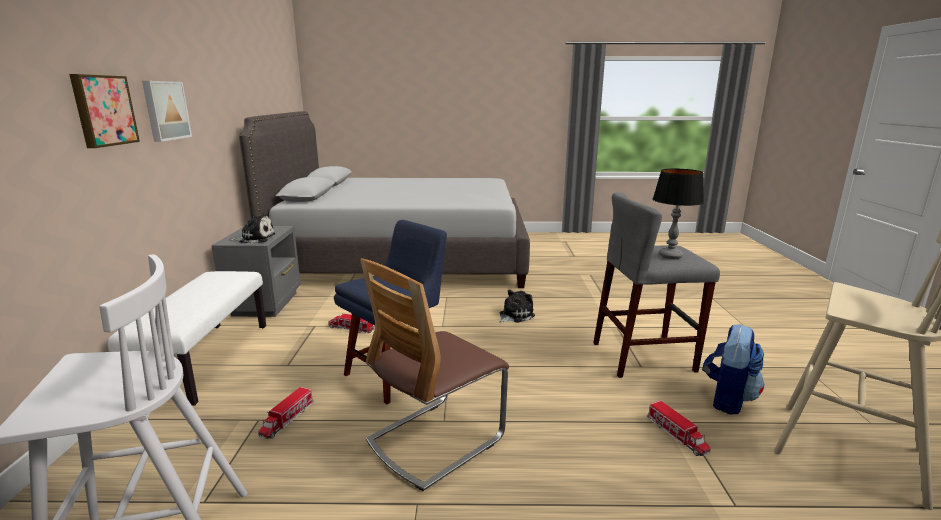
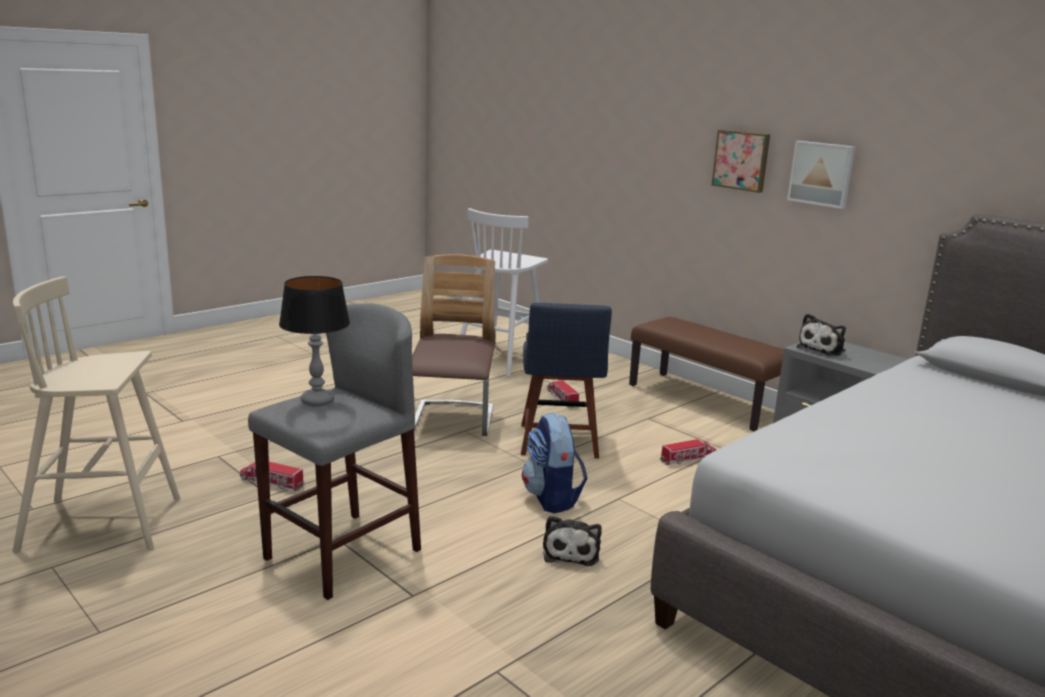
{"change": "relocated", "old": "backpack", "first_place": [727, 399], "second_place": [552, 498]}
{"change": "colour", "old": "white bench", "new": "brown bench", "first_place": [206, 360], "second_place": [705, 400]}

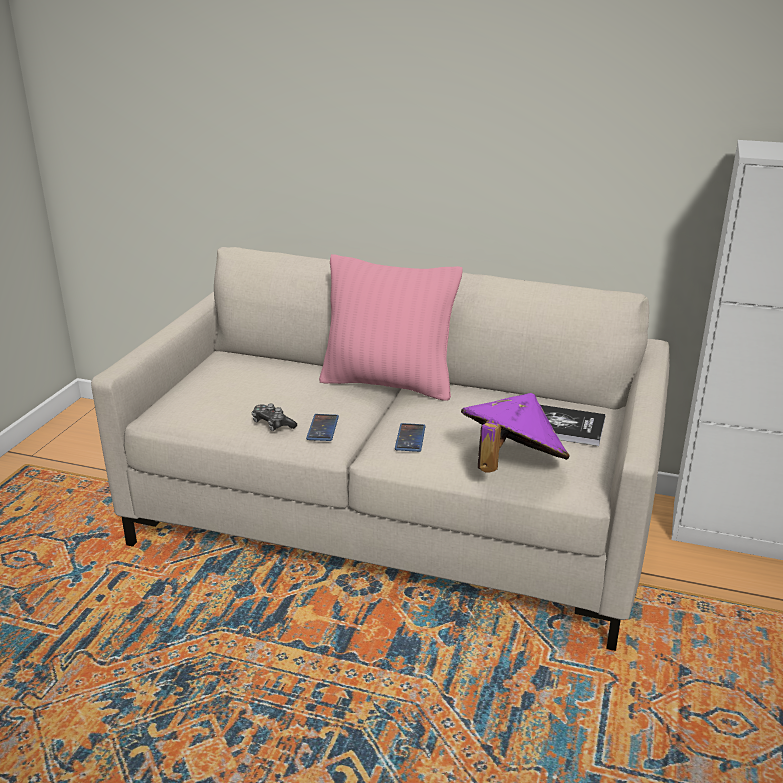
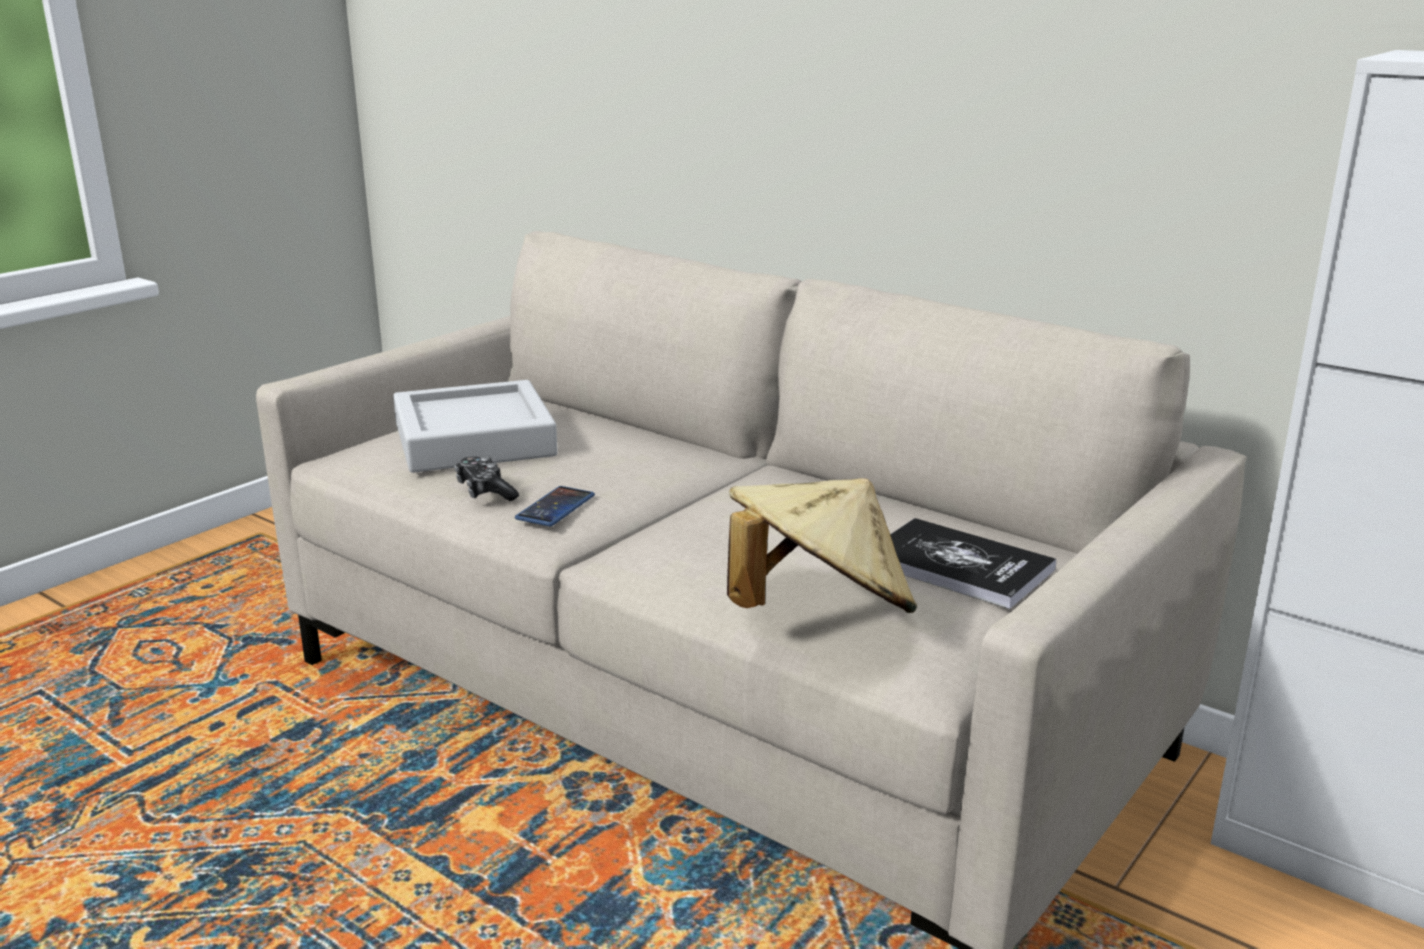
{"change": "missing", "old": "pink pillow", "first_place": [388, 384]}
{"change": "missing", "old": "phone", "first_place": [410, 438]}
{"change": "appeared", "new": "grey tray", "second_place": [474, 440]}
{"change": "colour", "old": "purple hat", "new": "beige hat", "first_place": [511, 465], "second_place": [818, 611]}

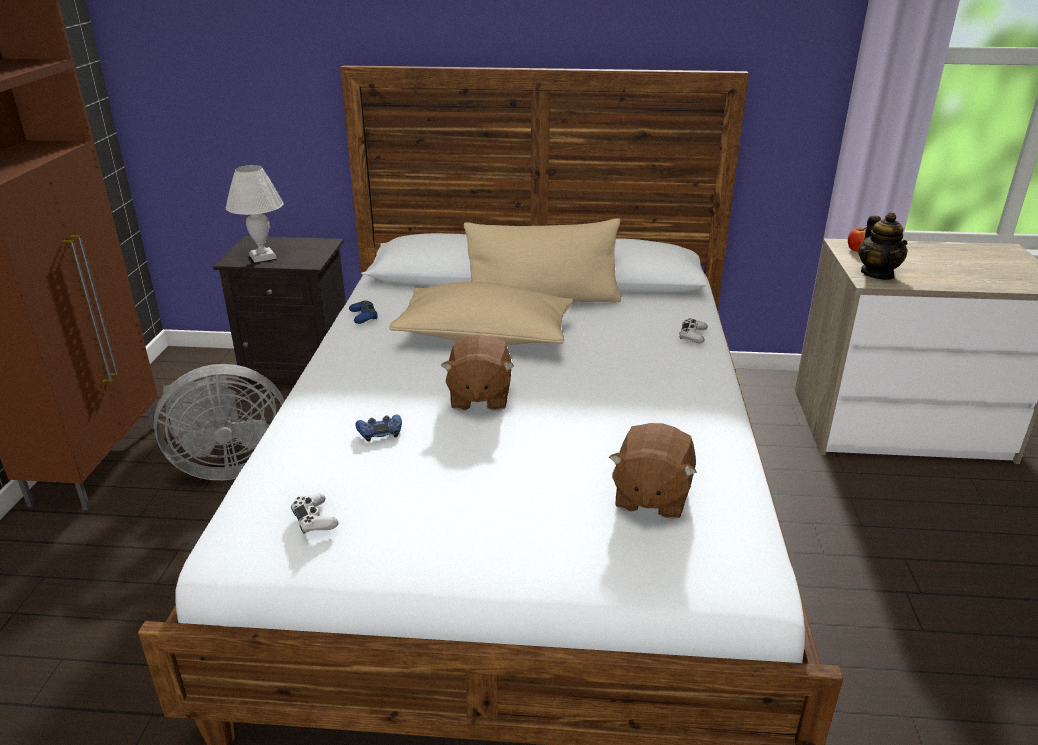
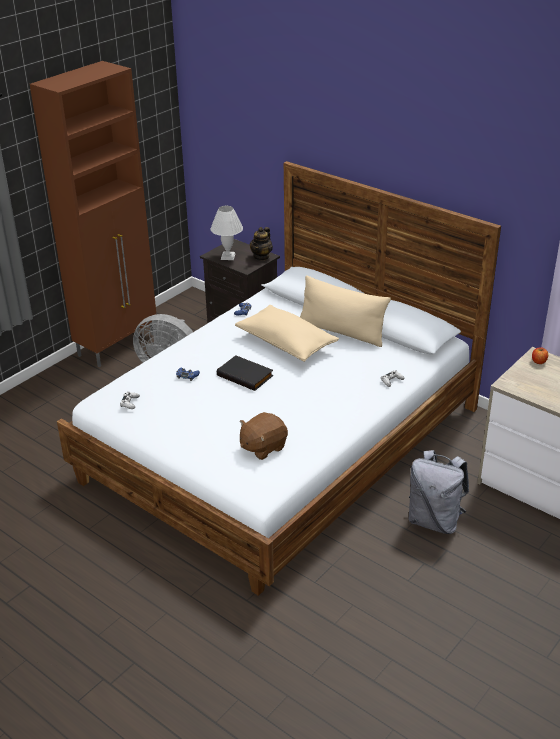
{"change": "appeared", "new": "grey backpack", "second_place": [434, 521]}
{"change": "relocated", "old": "teapot", "first_place": [877, 274], "second_place": [261, 256]}
{"change": "exchanged", "old": "brown plush toy", "new": "black book", "first_place": [479, 397], "second_place": [246, 375]}

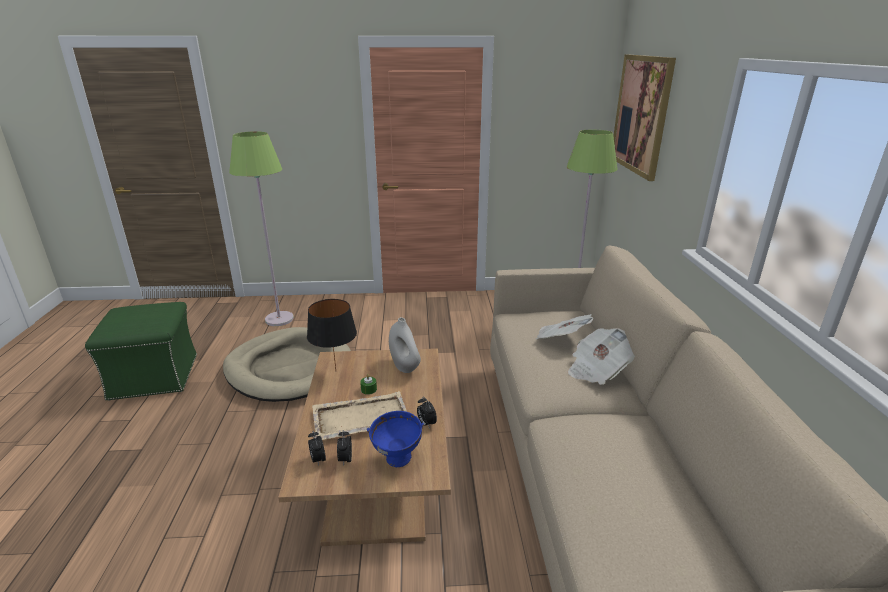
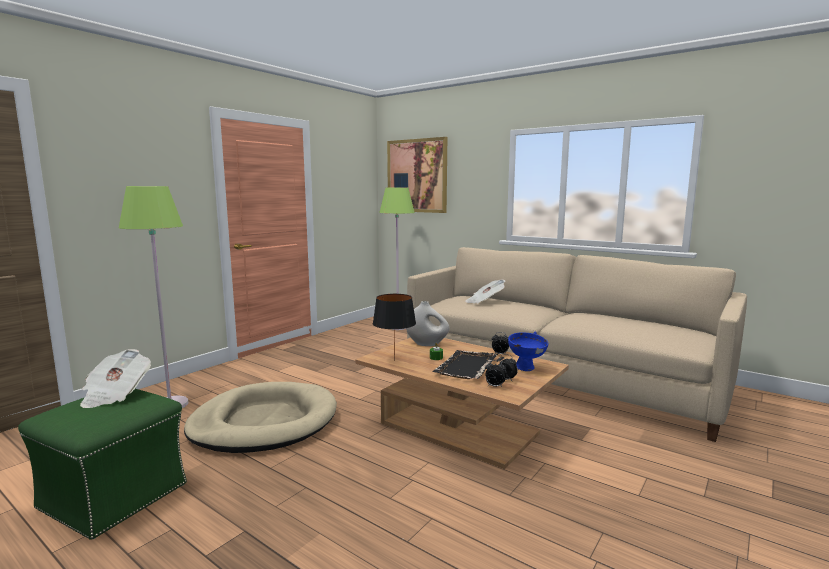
{"change": "relocated", "old": "newspaper", "first_place": [597, 370], "second_place": [115, 394]}
{"change": "colour", "old": "beige tray", "new": "black tray", "first_place": [360, 418], "second_place": [466, 367]}

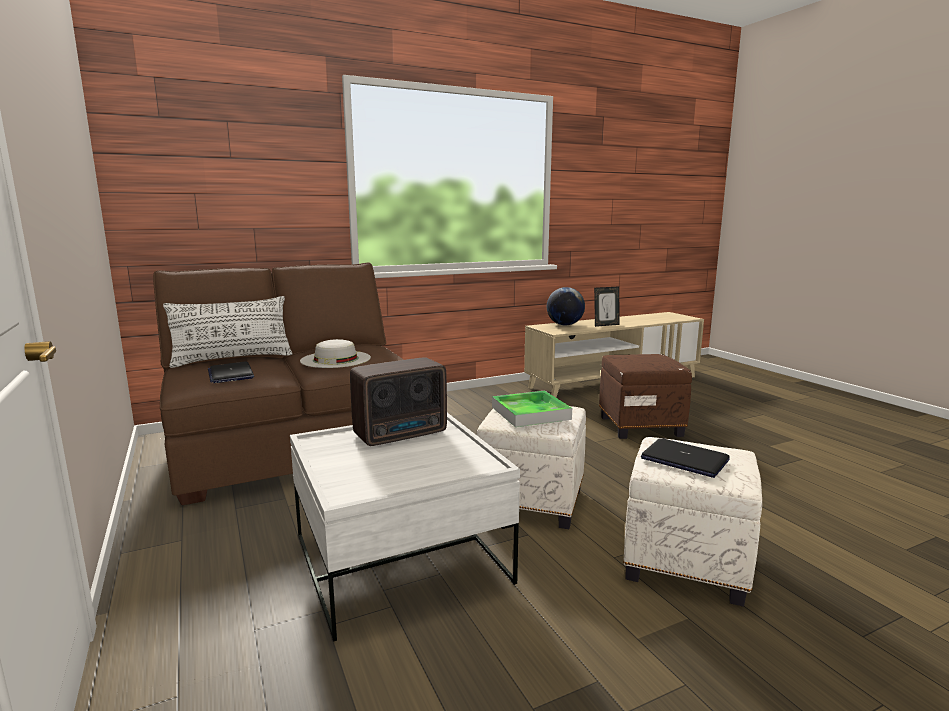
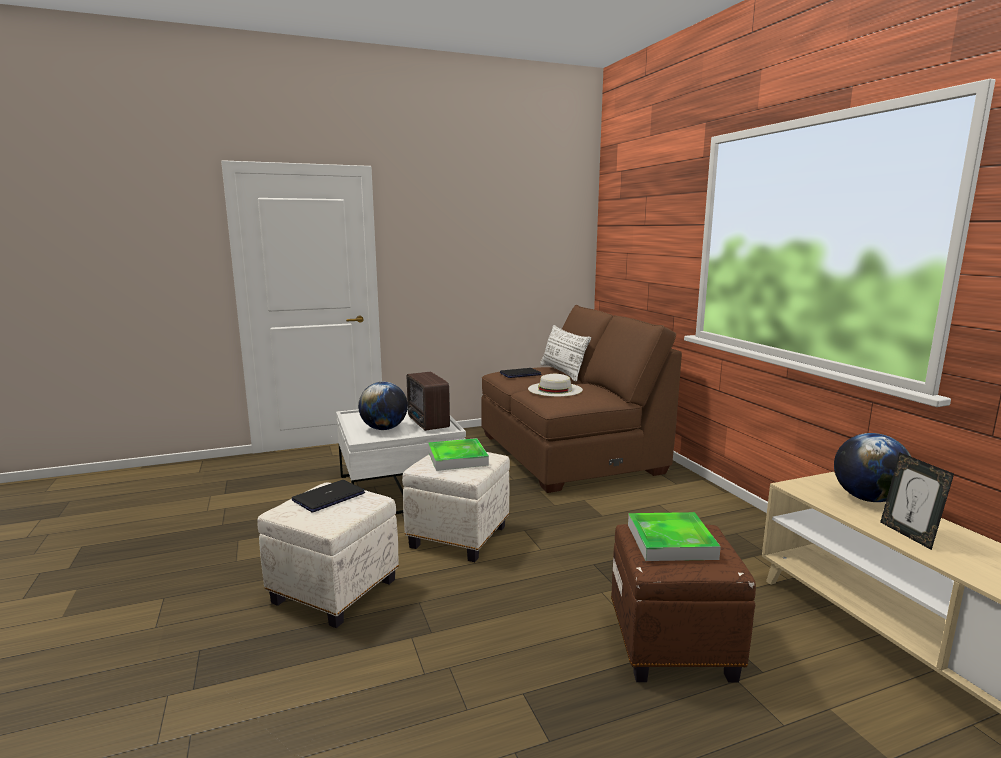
{"change": "appeared", "new": "globe", "second_place": [384, 429]}
{"change": "appeared", "new": "tray", "second_place": [671, 541]}

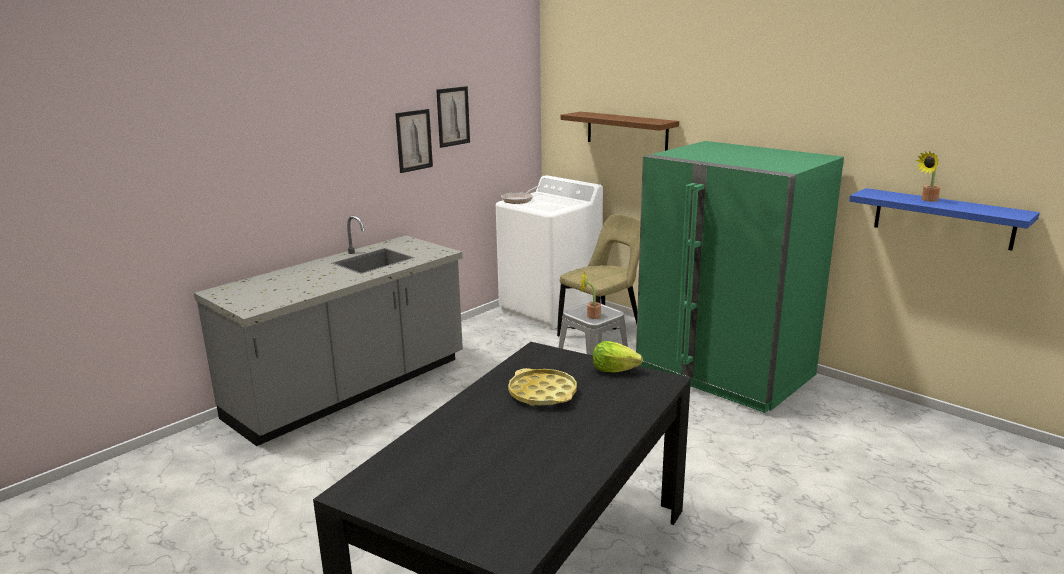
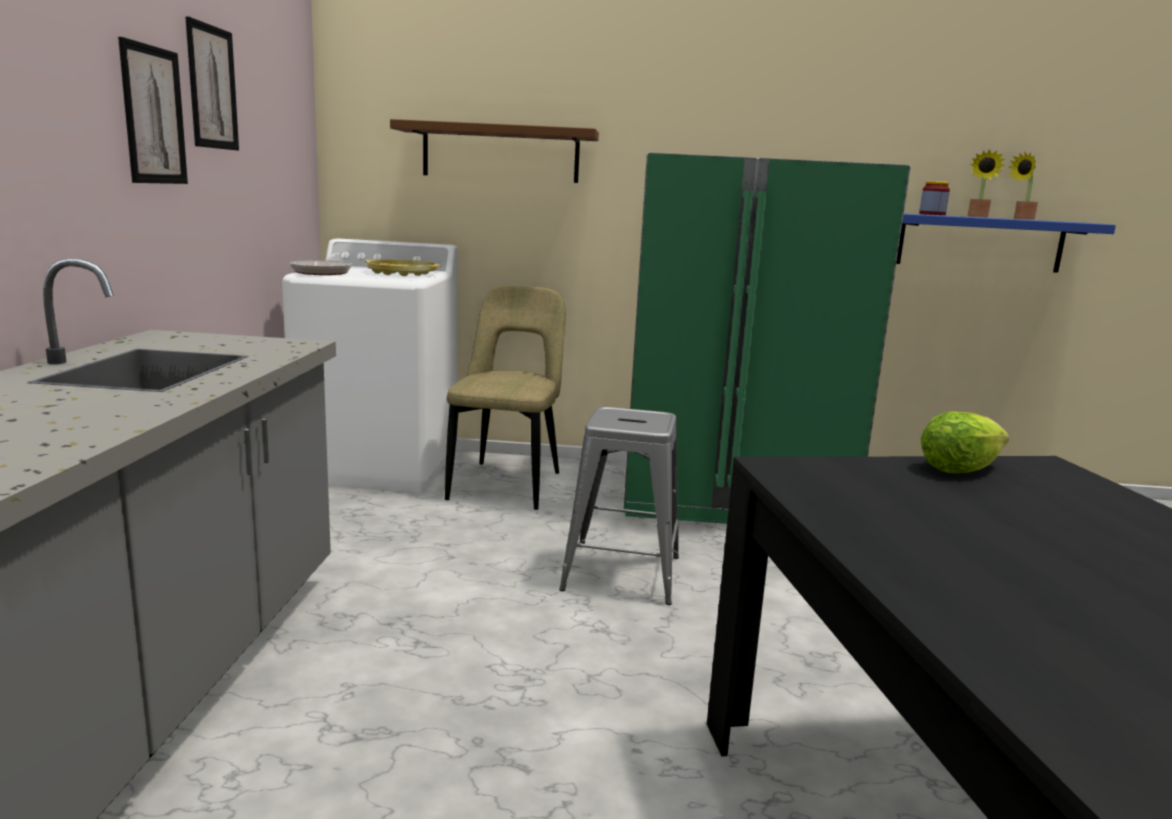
{"change": "appeared", "new": "jar", "second_place": [932, 214]}
{"change": "relocated", "old": "yellow tray", "first_place": [542, 393], "second_place": [402, 273]}
{"change": "relocated", "old": "potted plant", "first_place": [591, 316], "second_place": [1021, 219]}

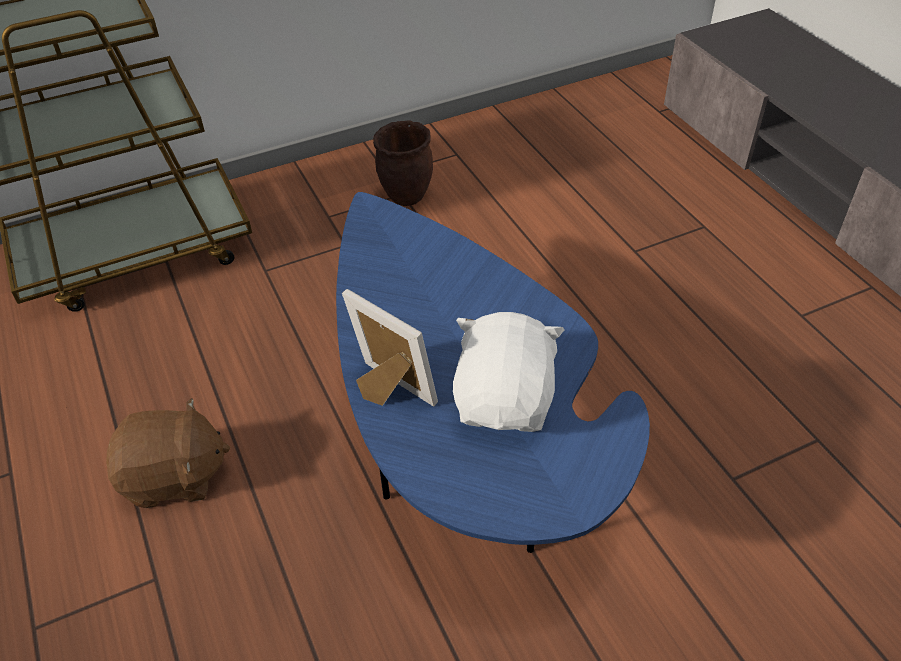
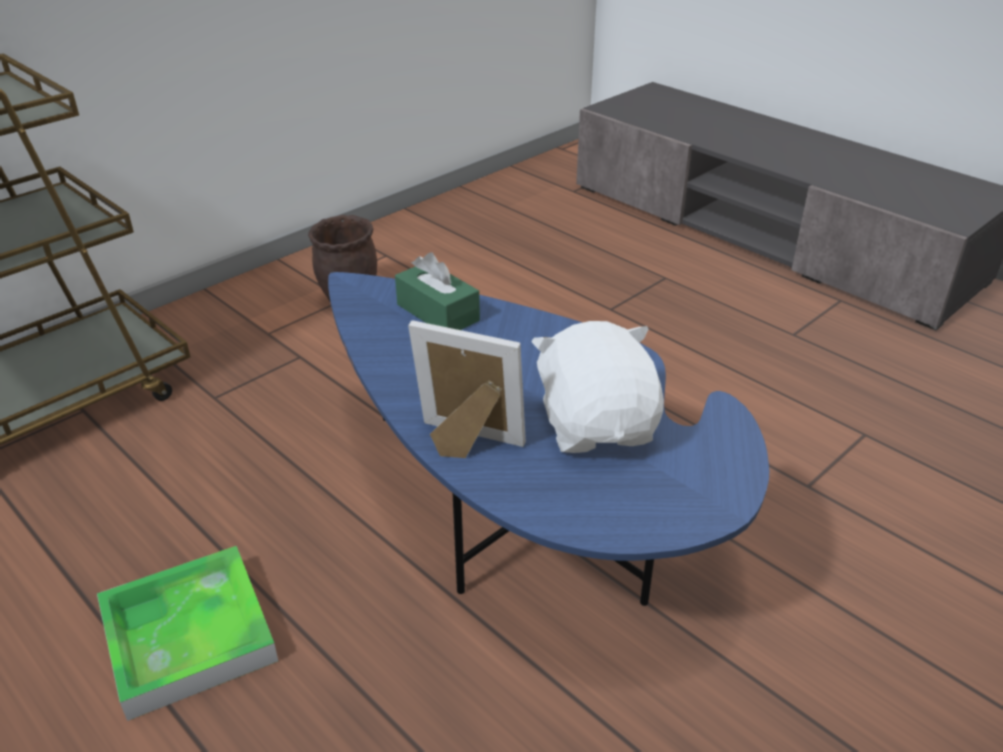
{"change": "appeared", "new": "green tissue box", "second_place": [438, 312]}
{"change": "exchanged", "old": "brown plush toy", "new": "tray", "first_place": [175, 477], "second_place": [188, 635]}

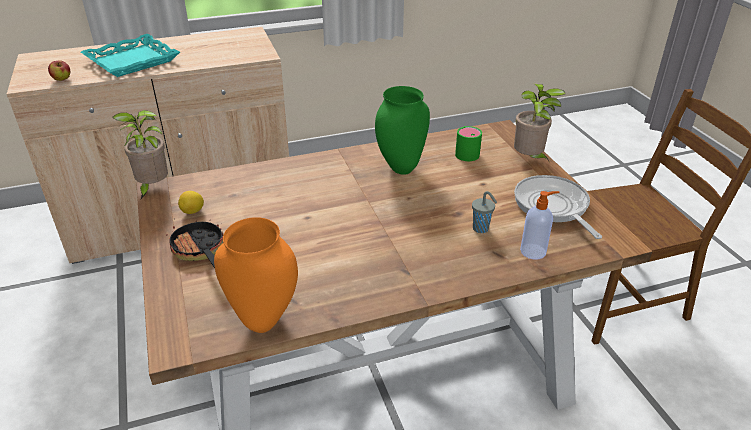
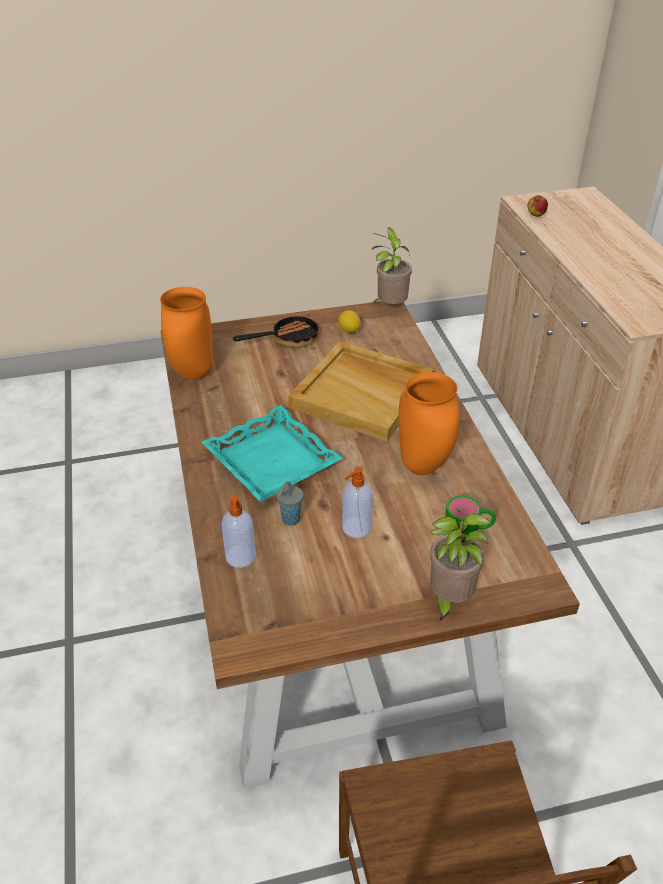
{"change": "missing", "old": "frying pan", "first_place": [553, 206]}
{"change": "appeared", "new": "beige tray", "second_place": [363, 394]}
{"change": "appeared", "new": "soap dispenser", "second_place": [355, 528]}
{"change": "relocated", "old": "turquoise tray", "first_place": [132, 61], "second_place": [272, 460]}
{"change": "colour", "old": "green vase", "new": "orange vase", "first_place": [401, 169], "second_place": [422, 467]}

